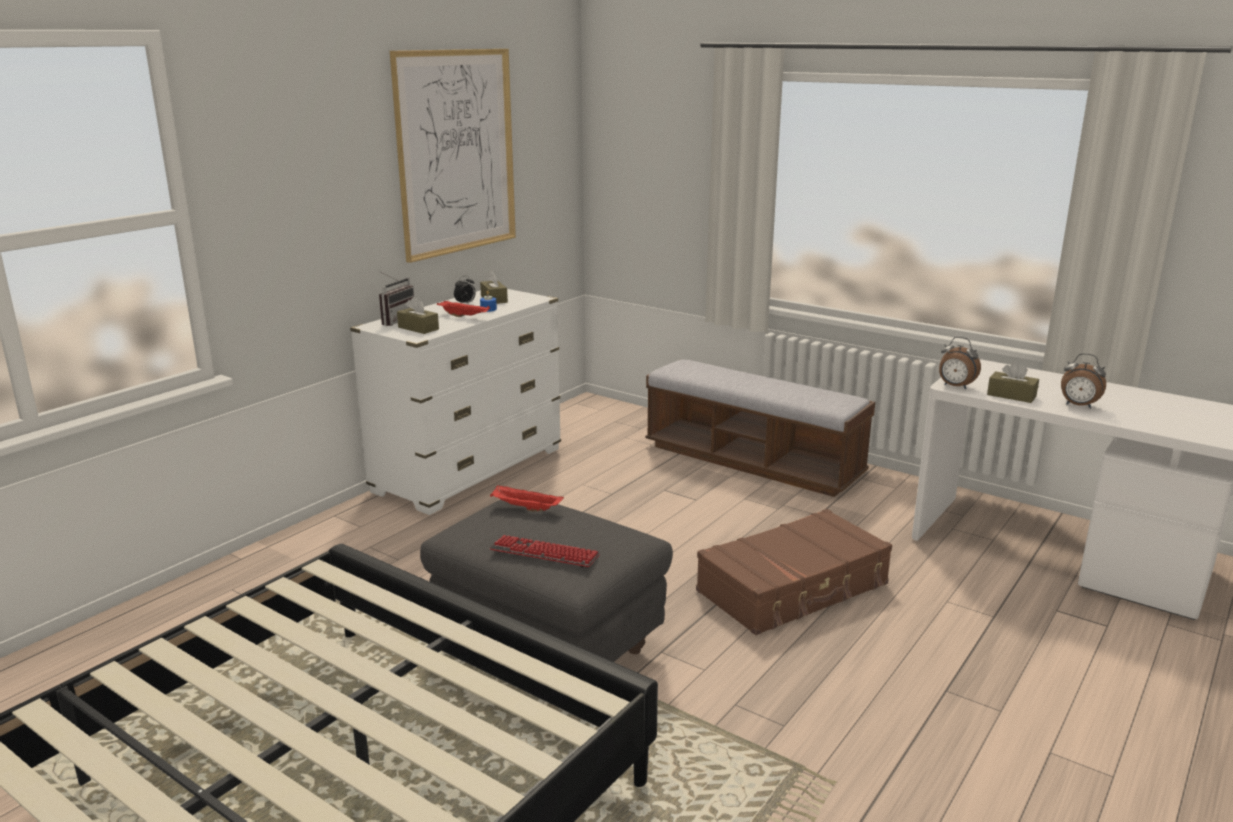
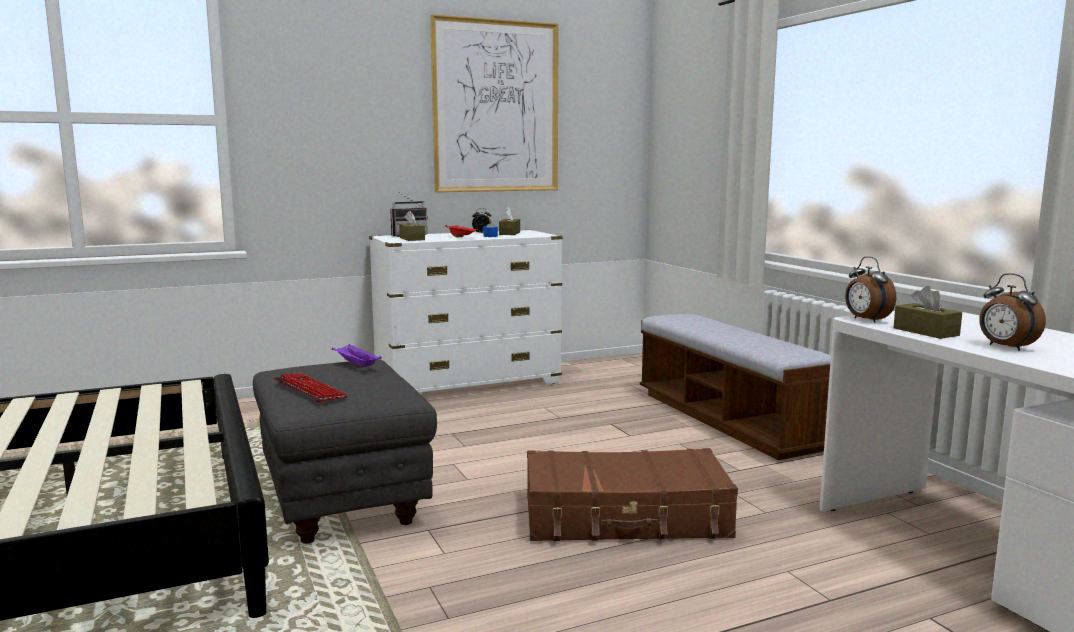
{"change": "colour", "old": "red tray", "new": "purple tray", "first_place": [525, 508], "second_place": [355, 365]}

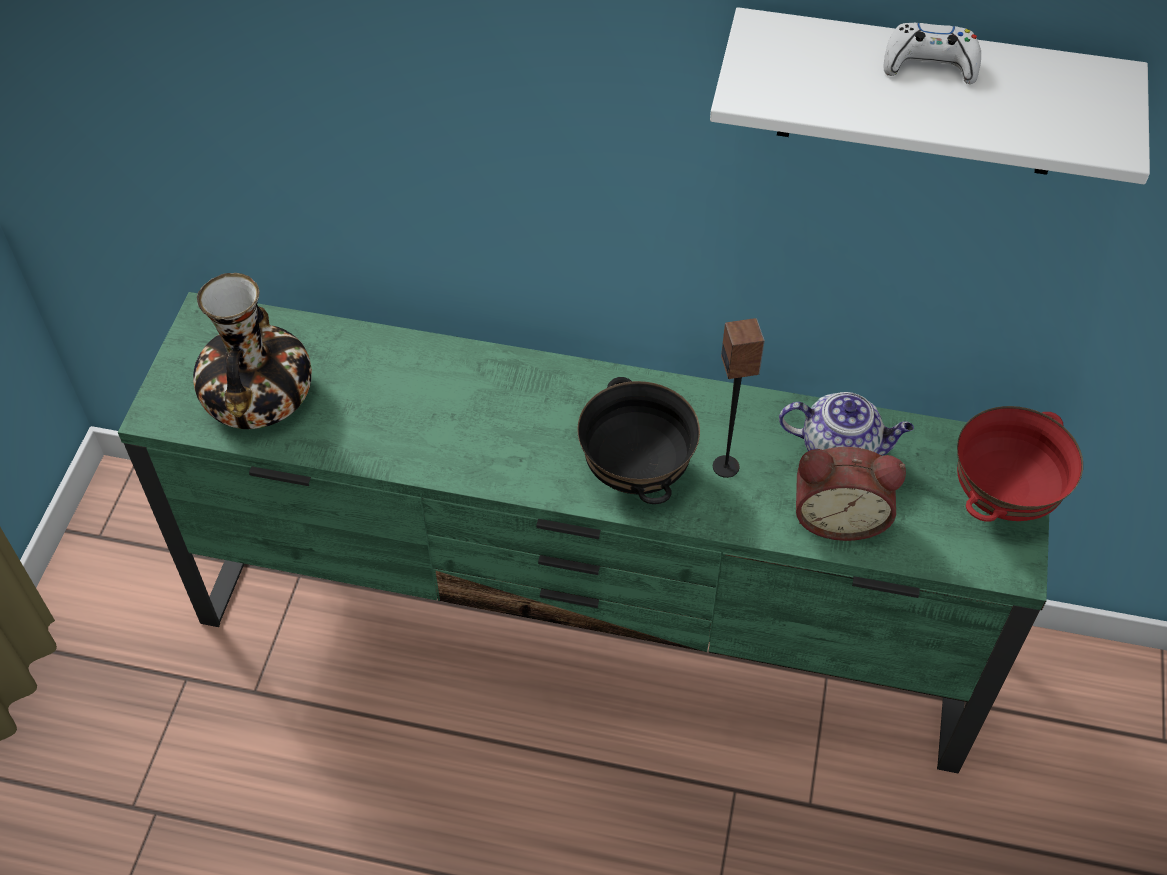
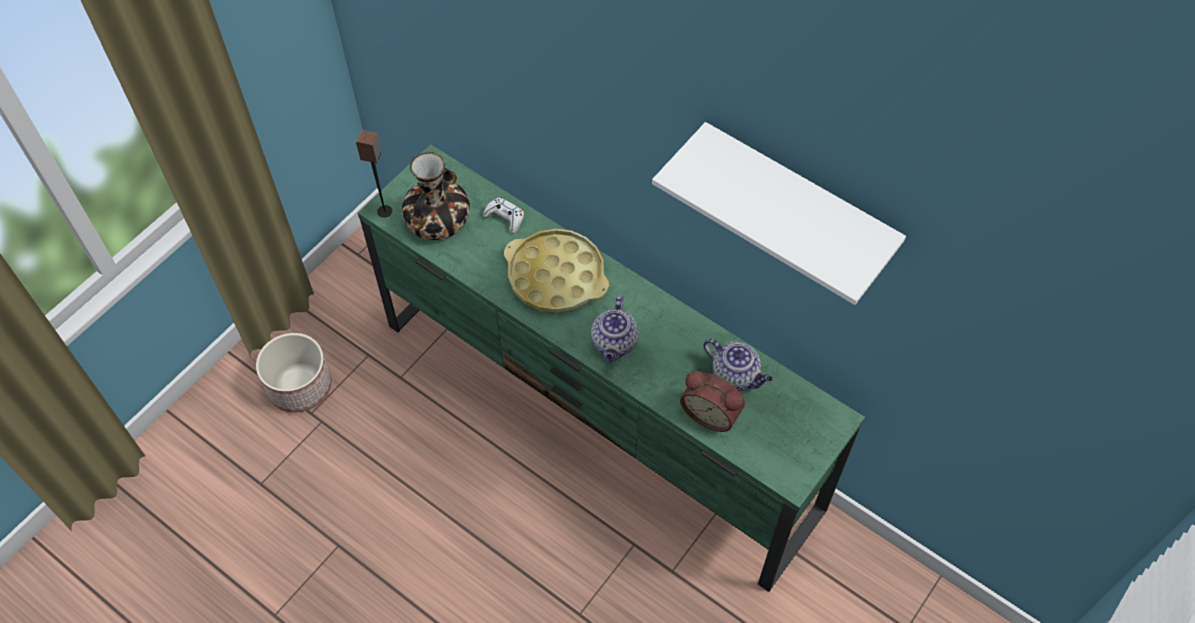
{"change": "missing", "old": "red bowl", "first_place": [1003, 499]}
{"change": "appeared", "new": "planter", "second_place": [300, 385]}
{"change": "appeared", "new": "yellow tray", "second_place": [556, 276]}
{"change": "relocated", "old": "speaker", "first_place": [726, 466], "second_place": [385, 211]}
{"change": "relocated", "old": "white game controller", "first_place": [930, 64], "second_place": [505, 218]}
{"change": "exchanged", "old": "black bowl", "new": "teapot", "first_place": [637, 473], "second_place": [615, 343]}

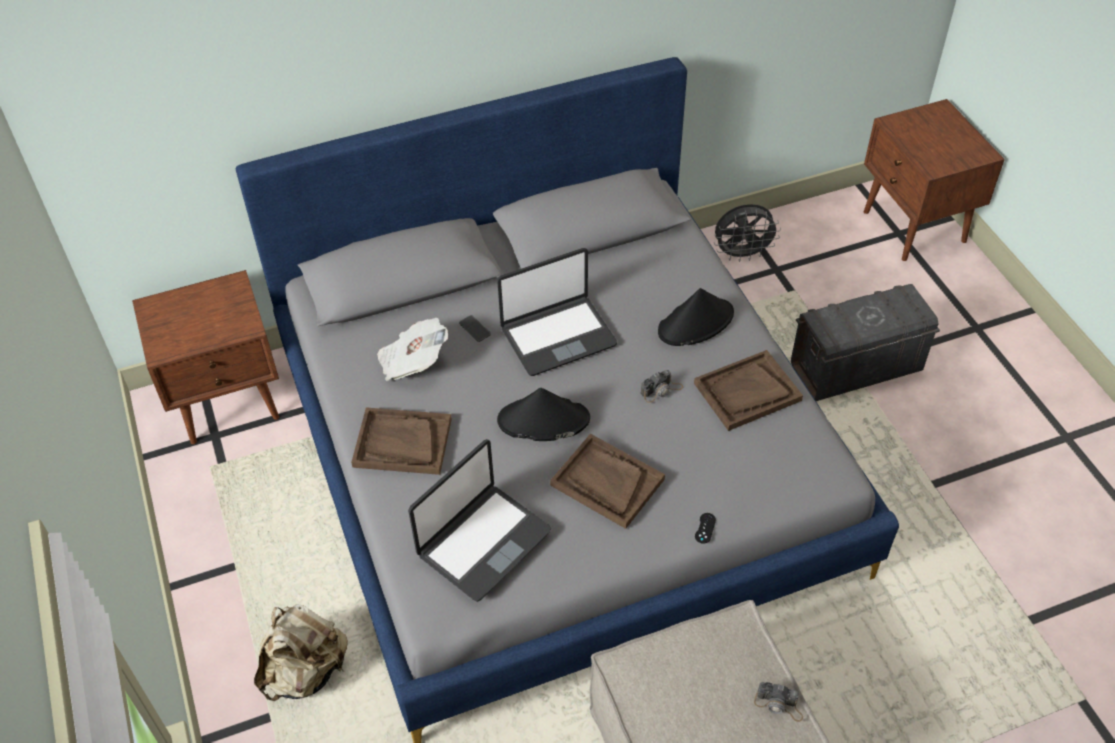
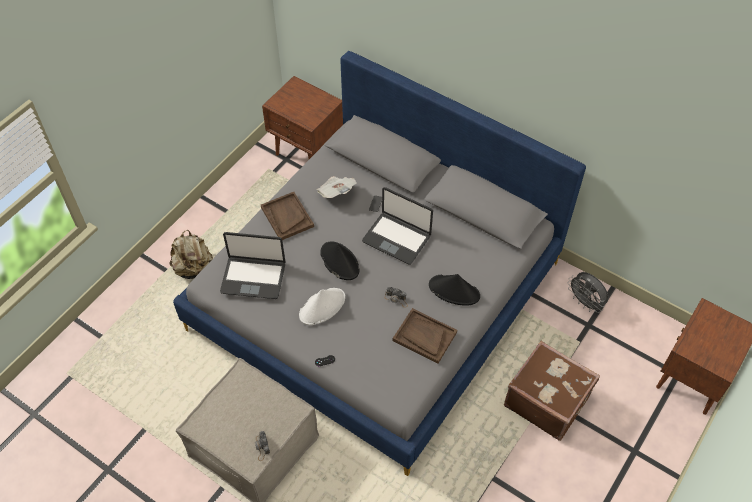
{"change": "exchanged", "old": "brown tray", "new": "white hat", "first_place": [607, 482], "second_place": [322, 306]}
{"change": "exchanged", "old": "grey storage box", "new": "brown suitcase", "first_place": [855, 368], "second_place": [546, 400]}

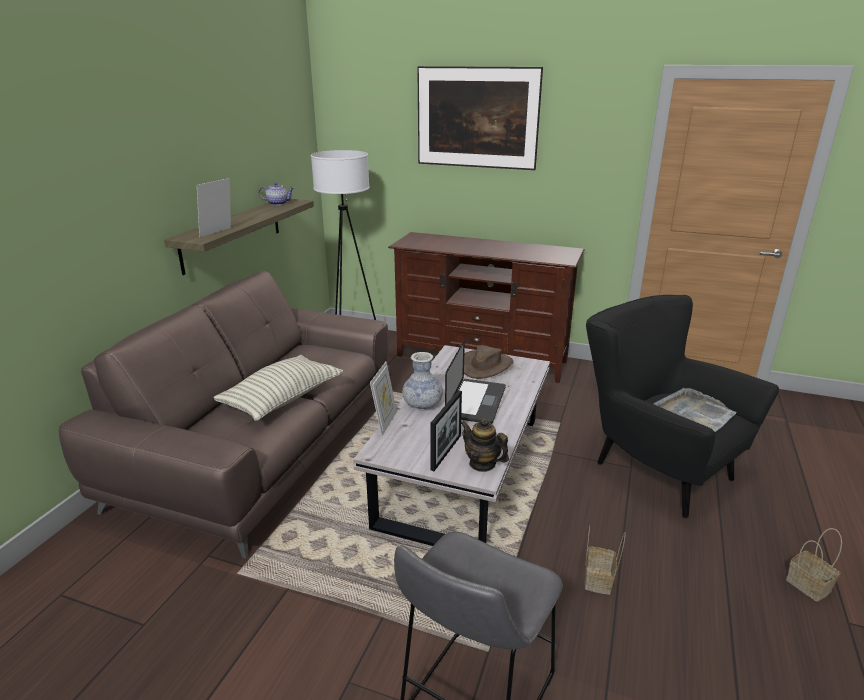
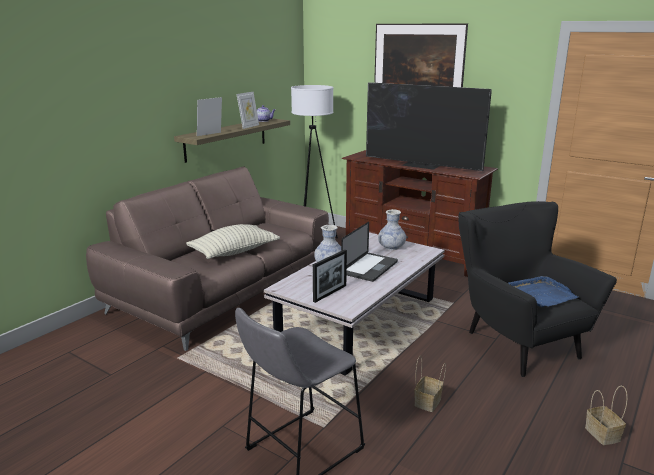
{"change": "missing", "old": "teapot", "first_place": [482, 464]}
{"change": "appeared", "new": "television", "second_place": [421, 165]}
{"change": "relocated", "old": "picture frame", "first_place": [385, 422], "second_place": [249, 126]}
{"change": "exchanged", "old": "brown hat", "new": "vase", "first_place": [485, 365], "second_place": [391, 247]}
{"change": "colour", "old": "grey tray", "new": "blue tray", "first_place": [694, 414], "second_place": [541, 294]}

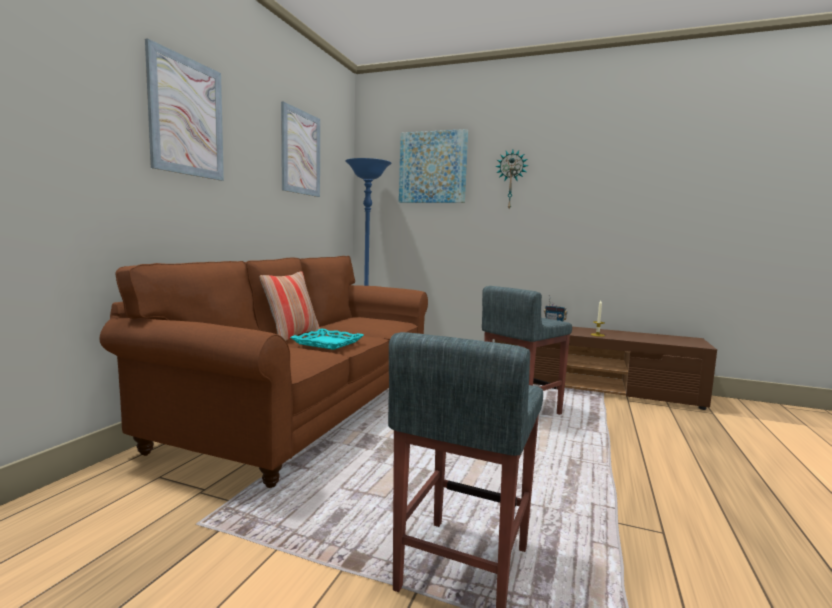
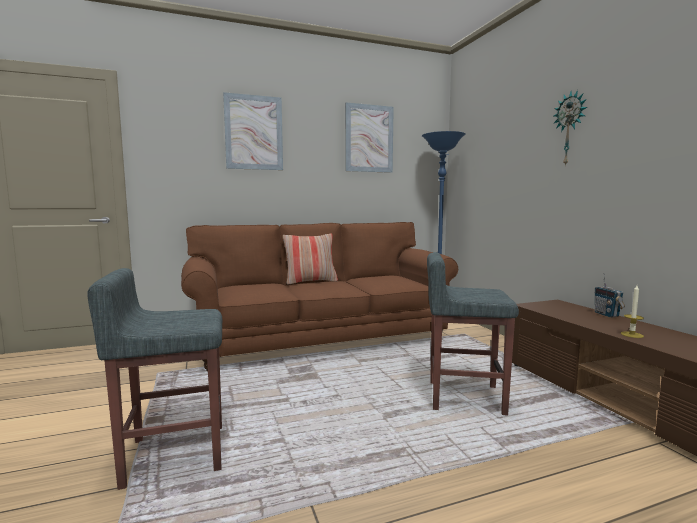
{"change": "missing", "old": "turquoise tray", "first_place": [327, 343]}
{"change": "missing", "old": "picture", "first_place": [433, 167]}

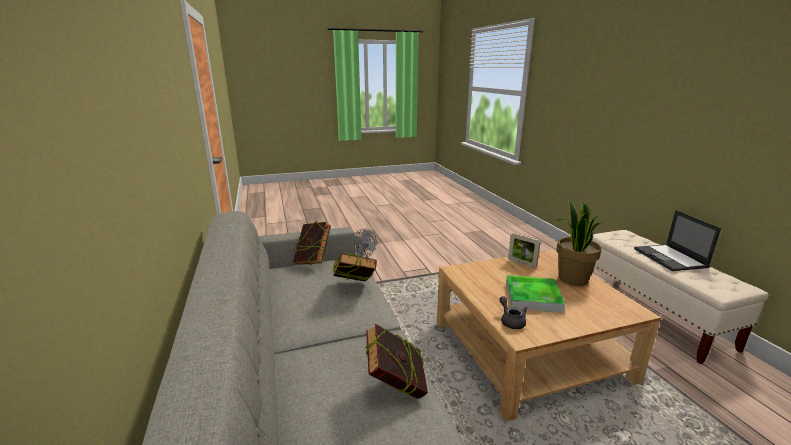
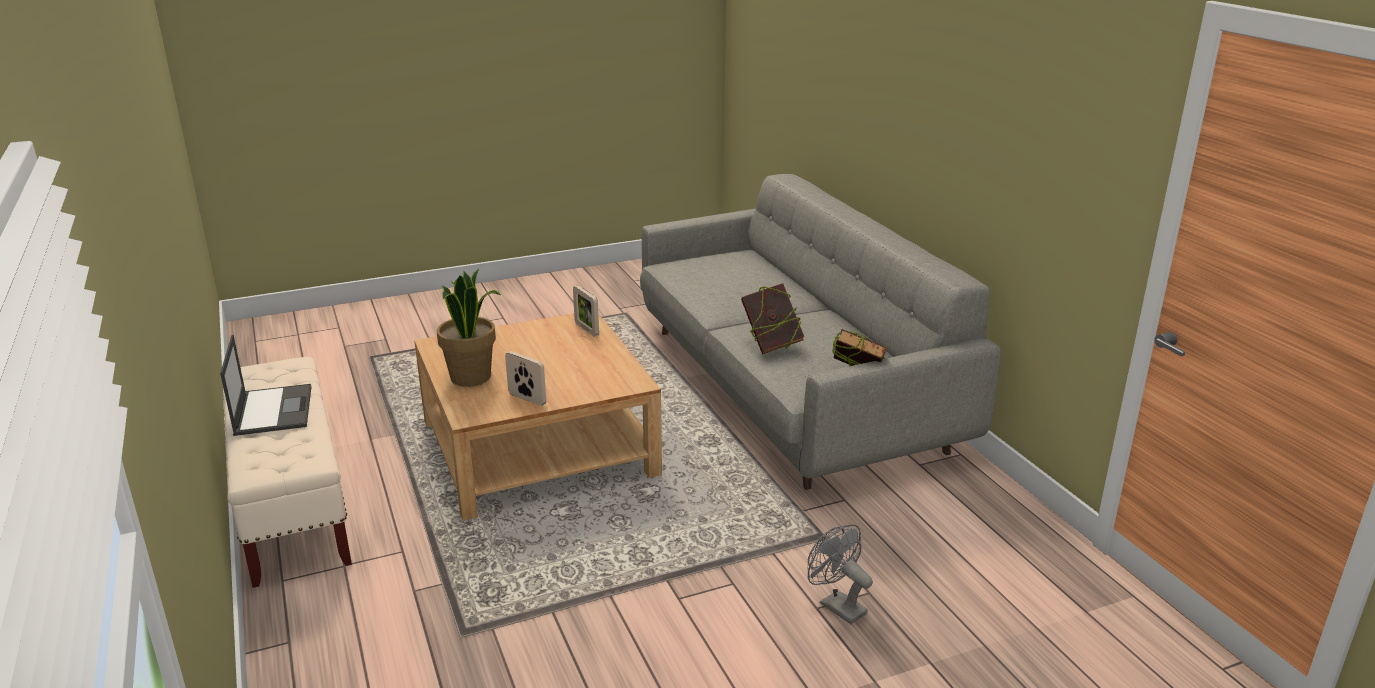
{"change": "missing", "old": "book", "first_place": [396, 388]}
{"change": "missing", "old": "tray", "first_place": [532, 297]}
{"change": "exchanged", "old": "grey teapot", "new": "picture frame", "first_place": [511, 321], "second_place": [586, 329]}

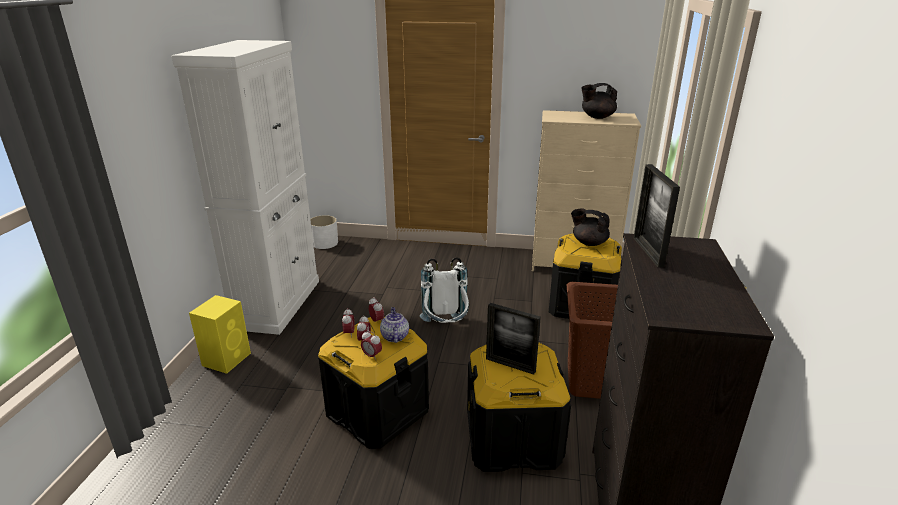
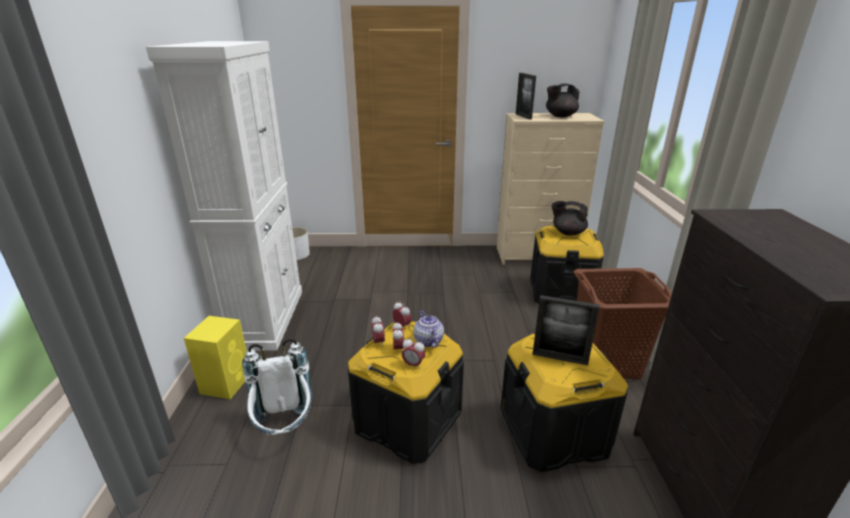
{"change": "relocated", "old": "white backpack", "first_place": [446, 328], "second_place": [285, 430]}
{"change": "relocated", "old": "picture frame", "first_place": [648, 252], "second_place": [523, 116]}

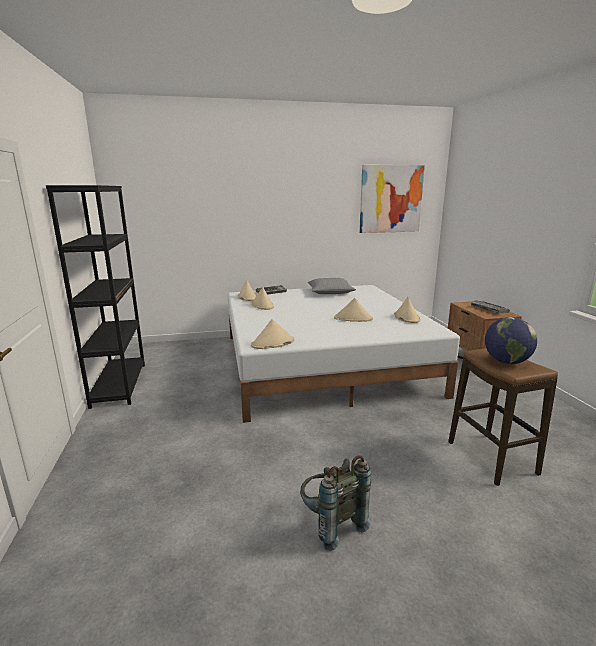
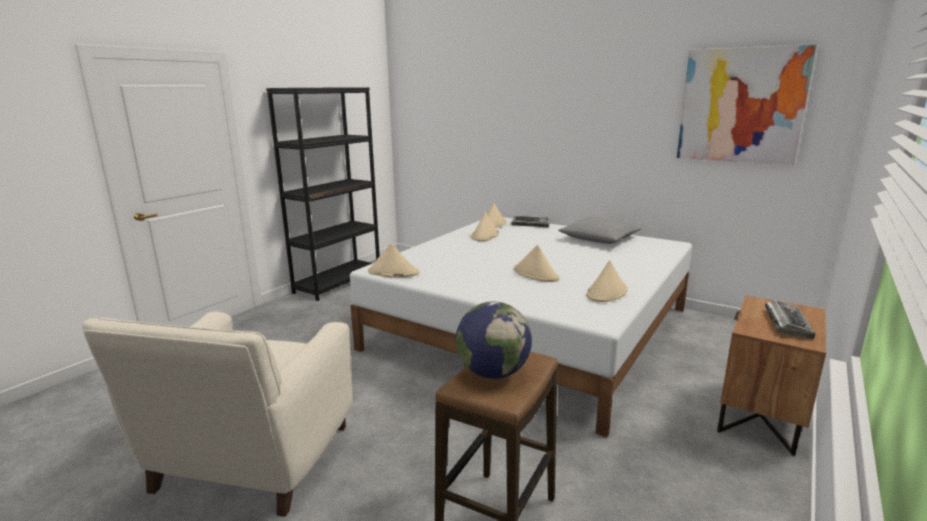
{"change": "exchanged", "old": "grey backpack", "new": "beige armchair", "first_place": [330, 523], "second_place": [251, 460]}

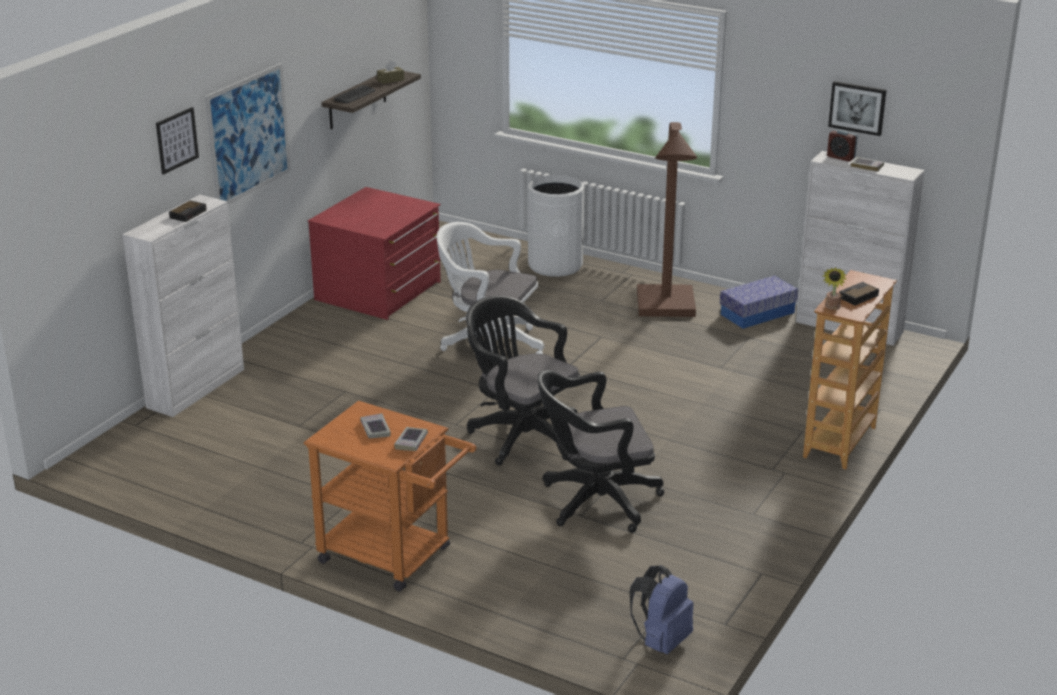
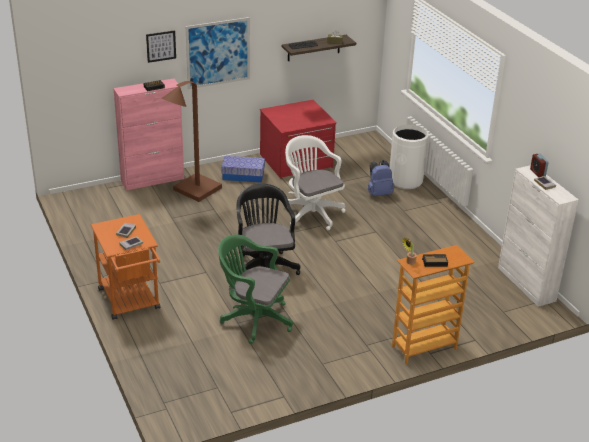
{"change": "missing", "old": "picture", "first_place": [857, 107]}
{"change": "relocated", "old": "blue backpack", "first_place": [661, 641], "second_place": [379, 193]}
{"change": "relocated", "old": "brown floor lamp", "first_place": [666, 309], "second_place": [192, 192]}
{"change": "relocated", "old": "storage box", "first_place": [757, 313], "second_place": [243, 175]}
{"change": "colour", "old": "white cabinet", "new": "pink cabinet", "first_place": [196, 388], "second_place": [153, 180]}
{"change": "colour", "old": "black office chair", "new": "green office chair", "first_place": [594, 502], "second_place": [253, 319]}

